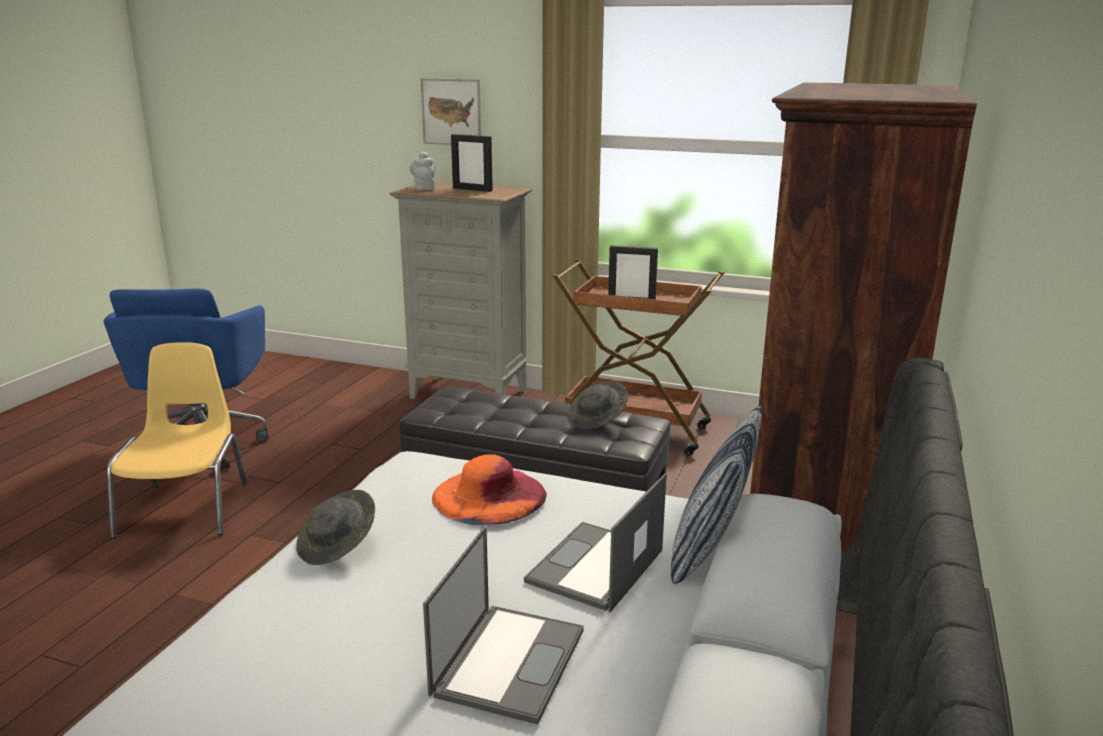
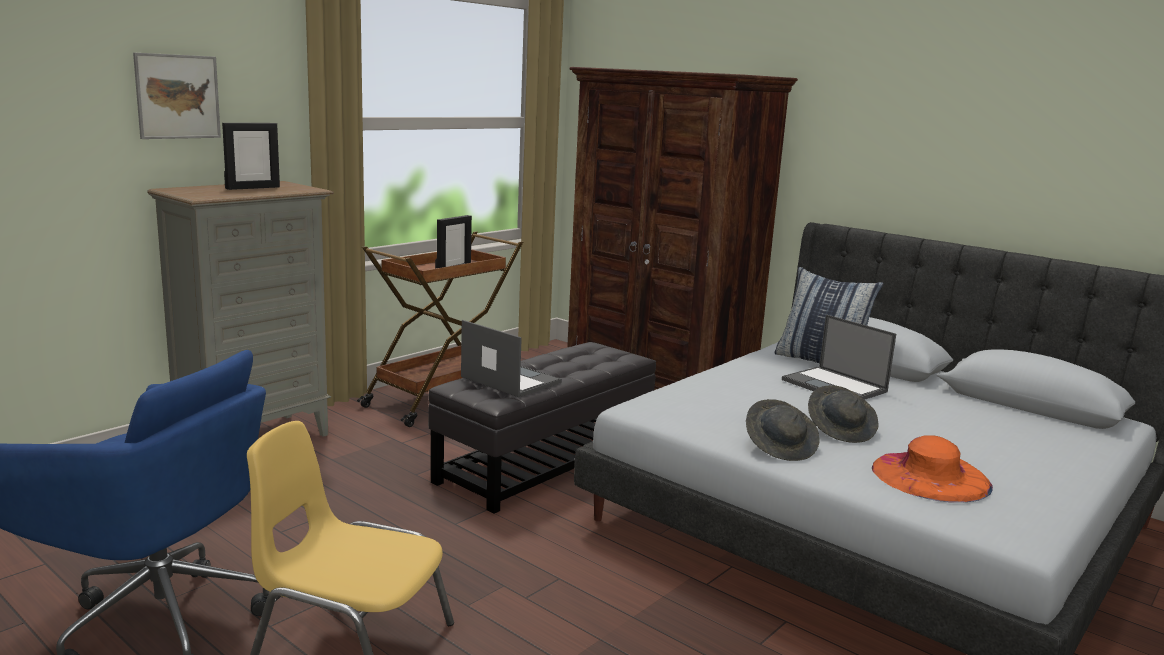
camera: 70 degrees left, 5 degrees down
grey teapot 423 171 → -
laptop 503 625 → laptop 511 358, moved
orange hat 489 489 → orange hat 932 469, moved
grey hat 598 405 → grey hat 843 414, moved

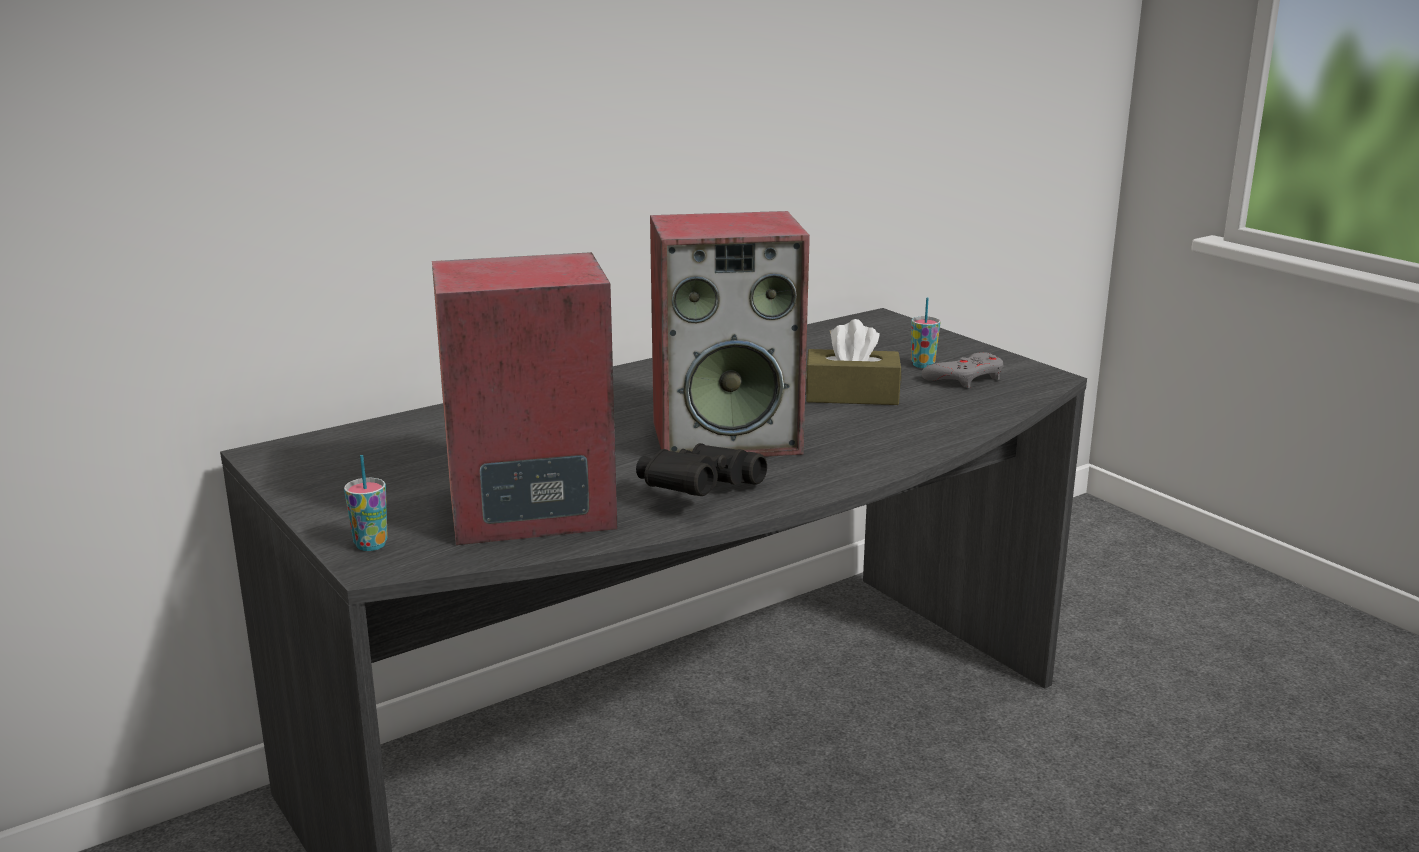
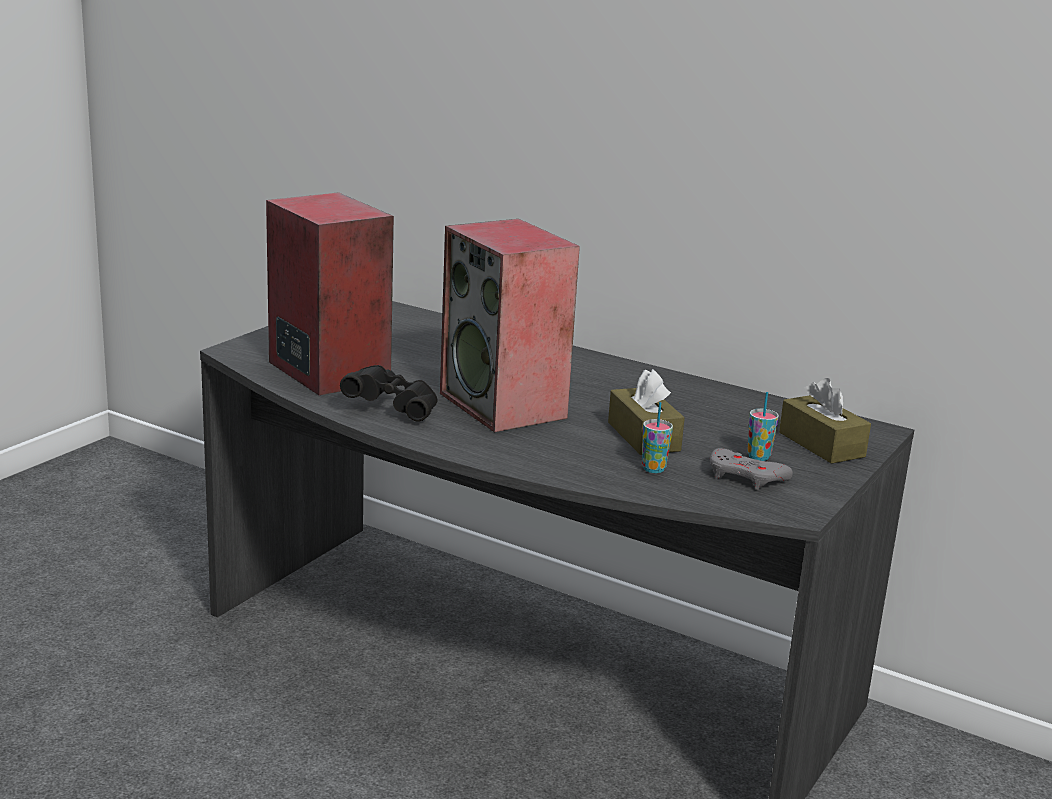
camera: 65 degrees right, 0 degrees up
- → brown tissue box 825 421
cup 366 503 → cup 657 437, moved

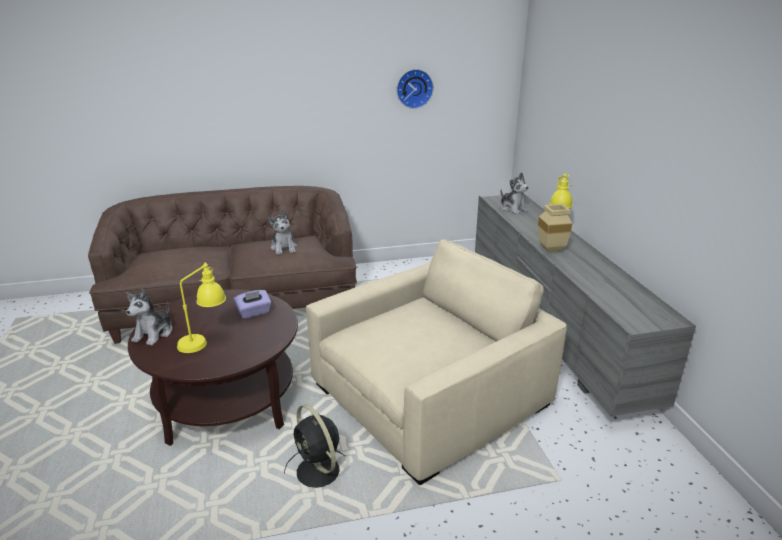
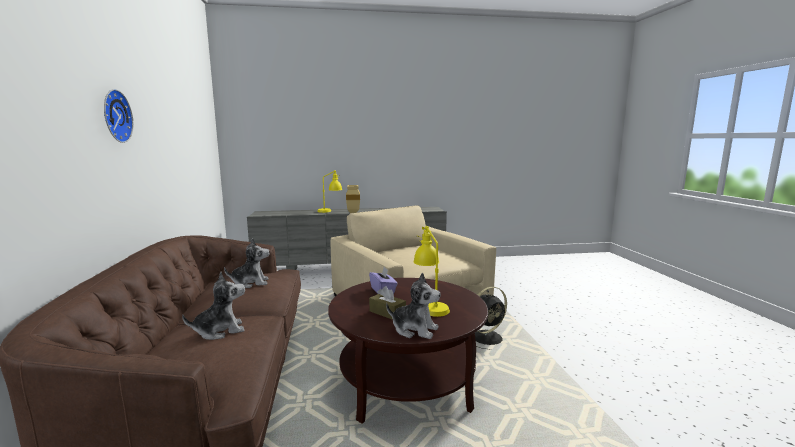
camera: 85 degrees left, 15 degrees down
- → brown tissue box 387 303
wall clock 415 89 → wall clock 118 116, moved
plush toy 515 193 → plush toy 213 306, moved

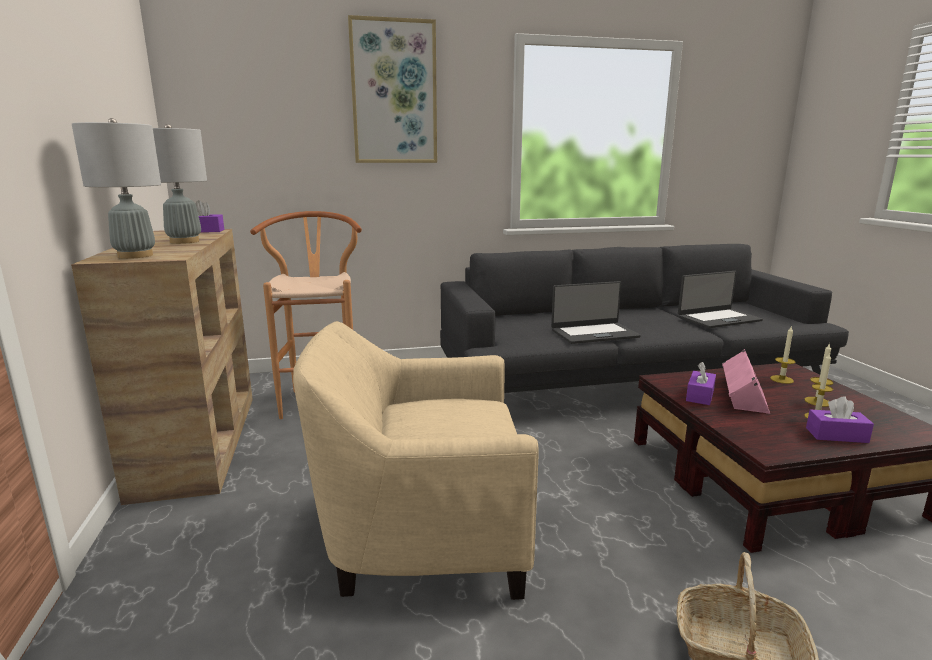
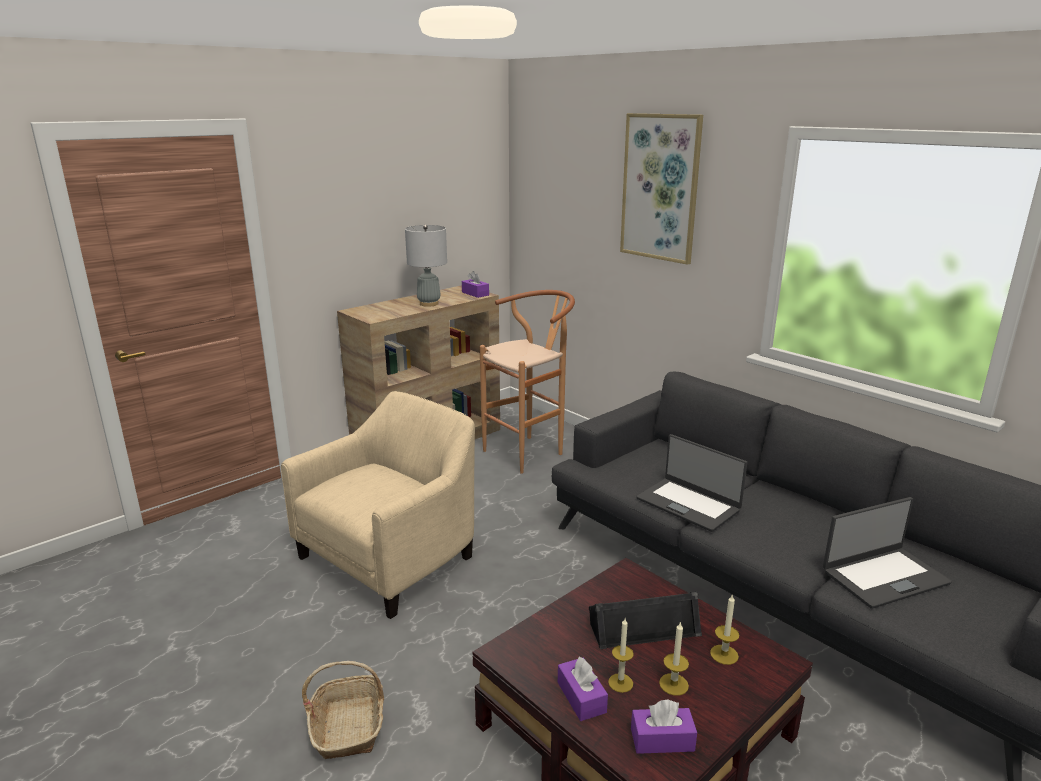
camera: 60 degrees right, 5 degrees up
grey table lamp 116 188 → -
purple tissue box 701 383 → purple tissue box 664 727, moved
pink speaker 746 381 → black speaker 645 620
beige armchair 416 460 → beige armchair 378 505, 75 degrees clockwise
laptop 720 299 → laptop 887 553, 60 degrees counterclockwise

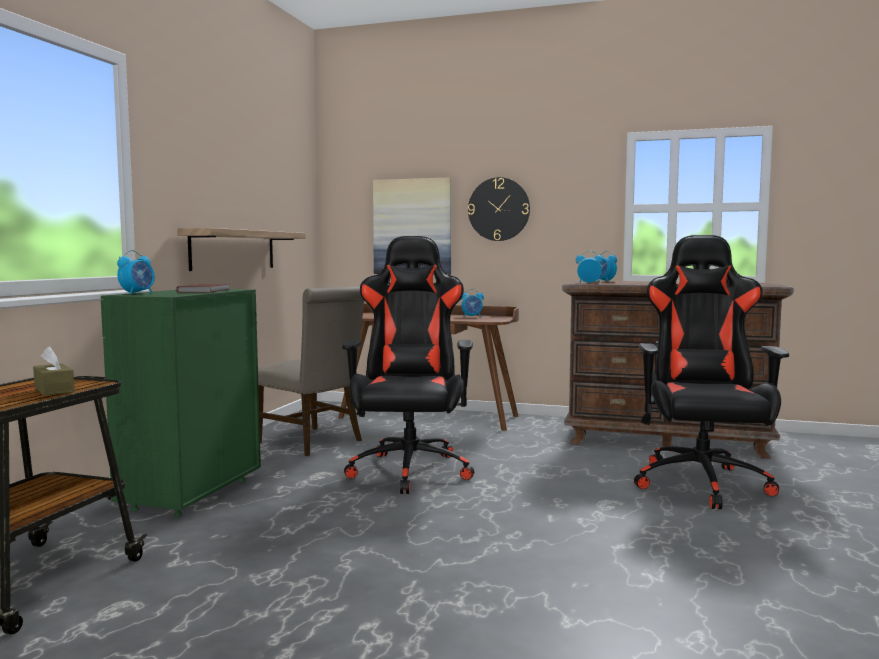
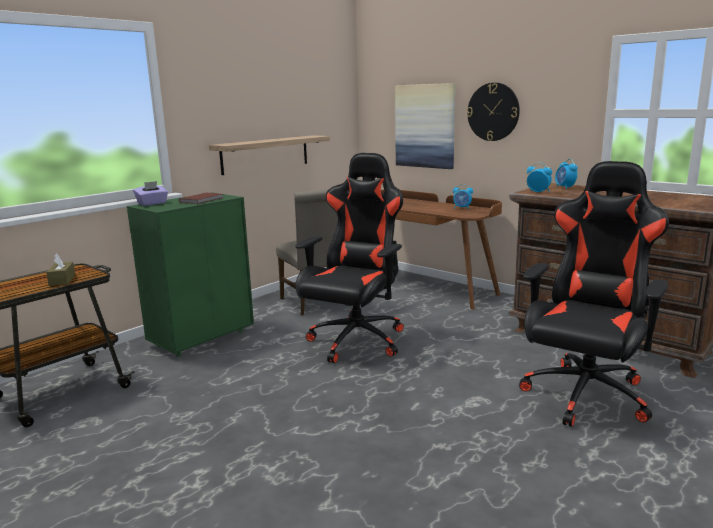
camera: 25 degrees right, 10 degrees up
alarm clock 136 272 → purple tissue box 150 193

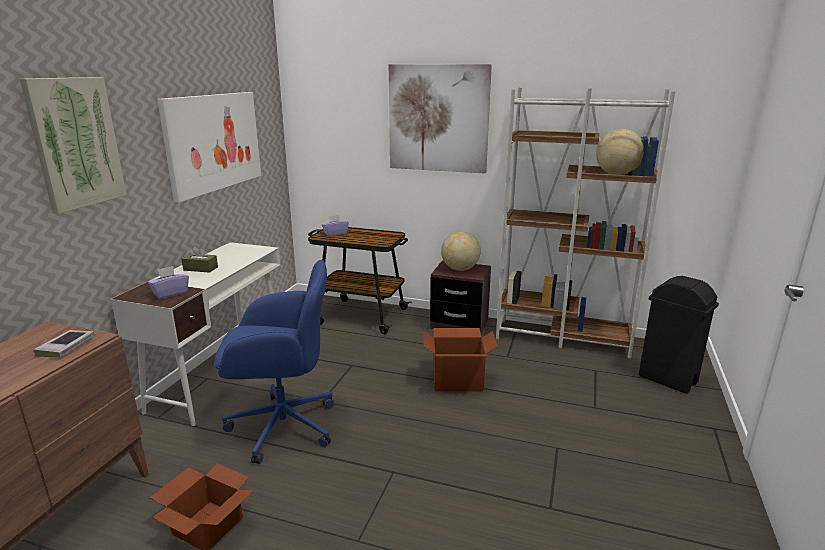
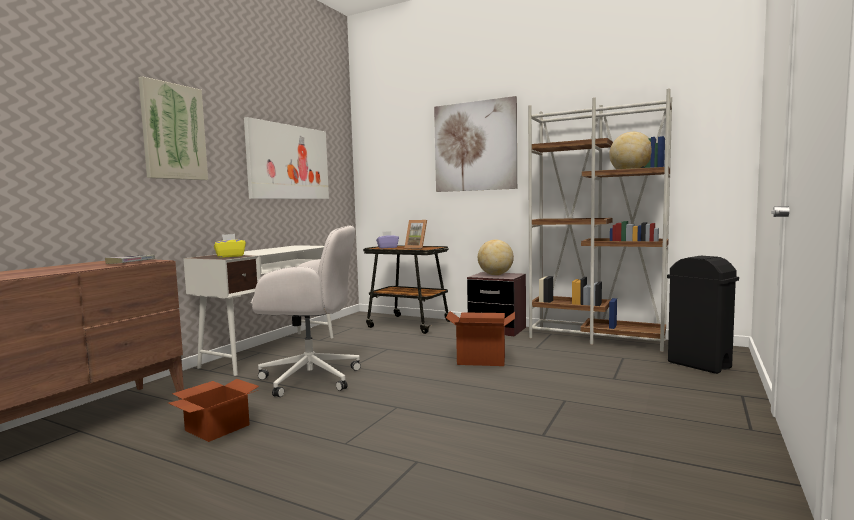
camera: 10 degrees right, 15 degrees down
brown tissue box 199 259 → -
- → picture frame 415 234
purple tissue box 168 282 → yellow tissue box 230 246
blue office chair 274 362 → white office chair 306 311

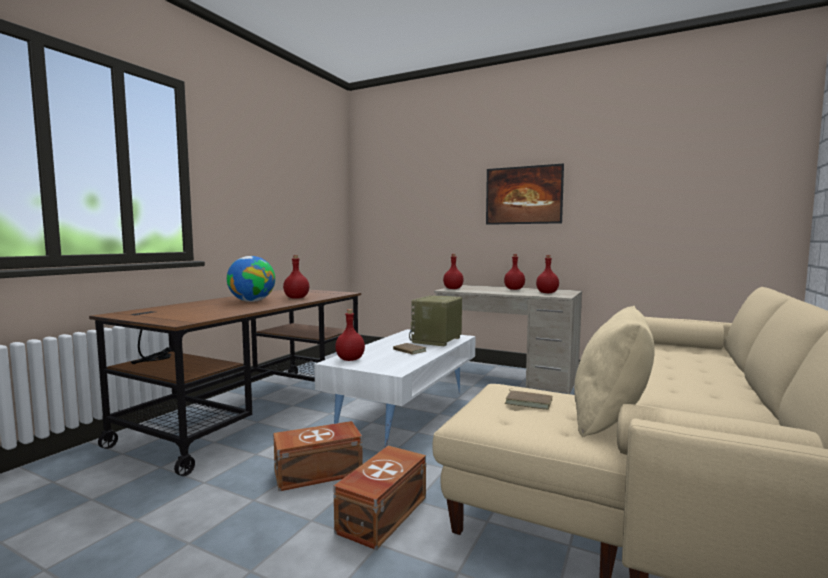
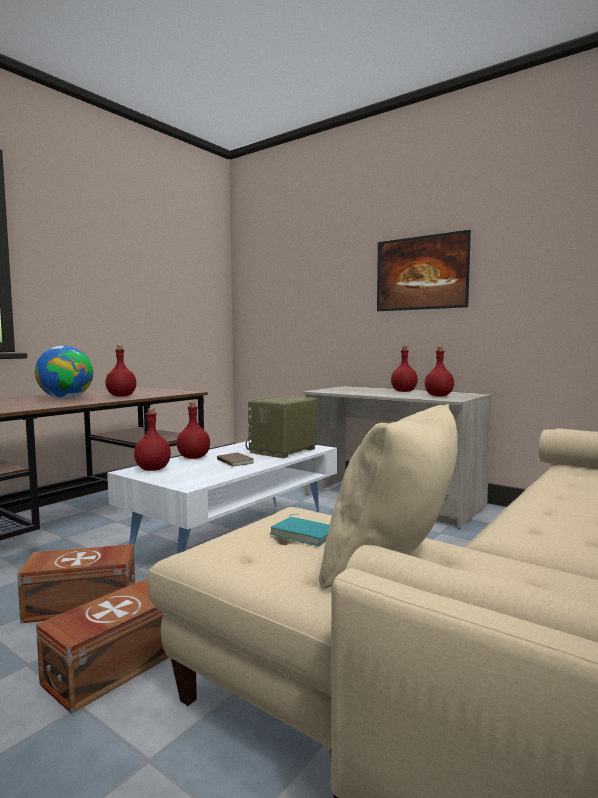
camera: 10 degrees right, 0 degrees up
red bottle 453 271 → red bottle 193 430, moved
brown book 528 399 → turquoise book 299 530

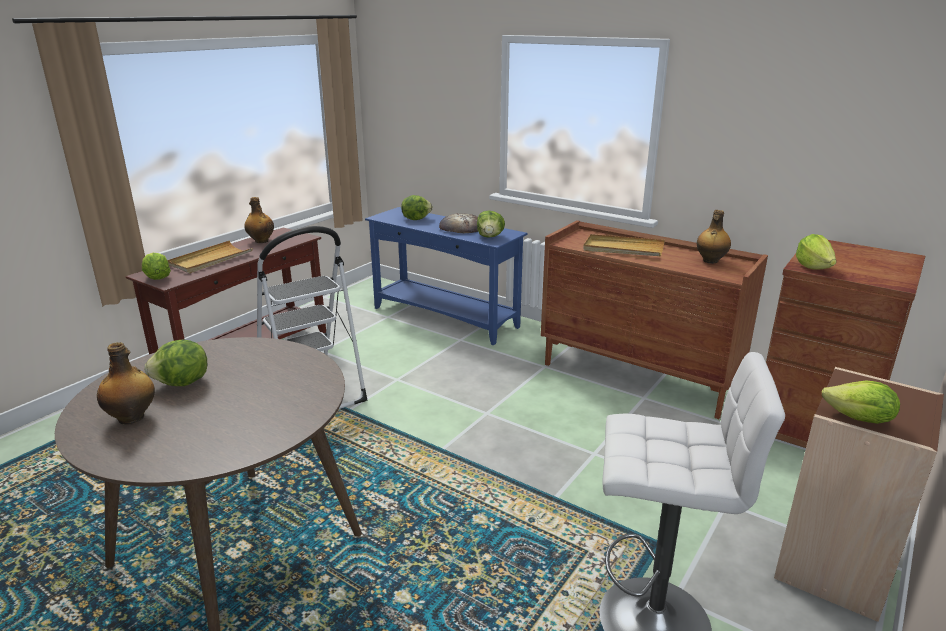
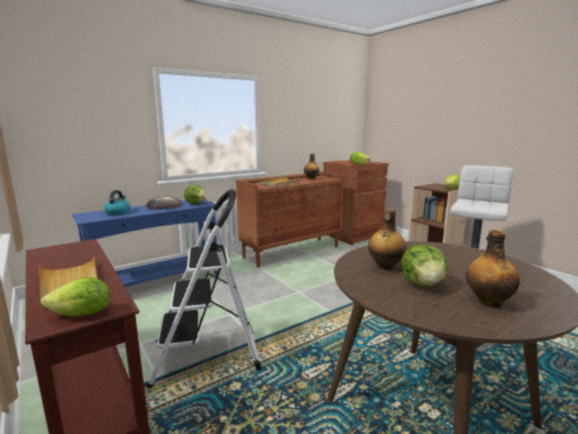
camera: 70 degrees left, 10 degrees down
bottle 259 220 → bottle 387 239, moved
lettuce 417 207 → kettle 117 202

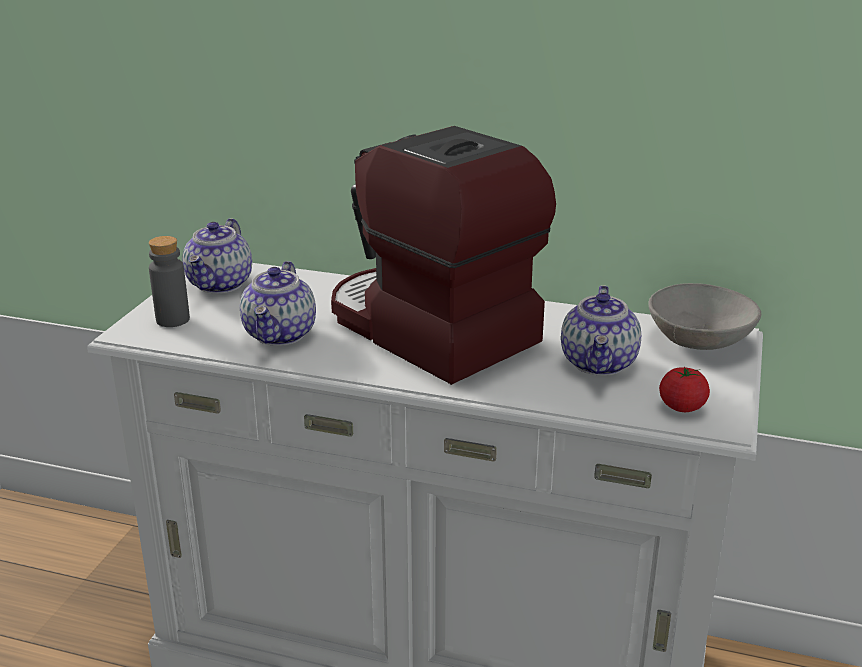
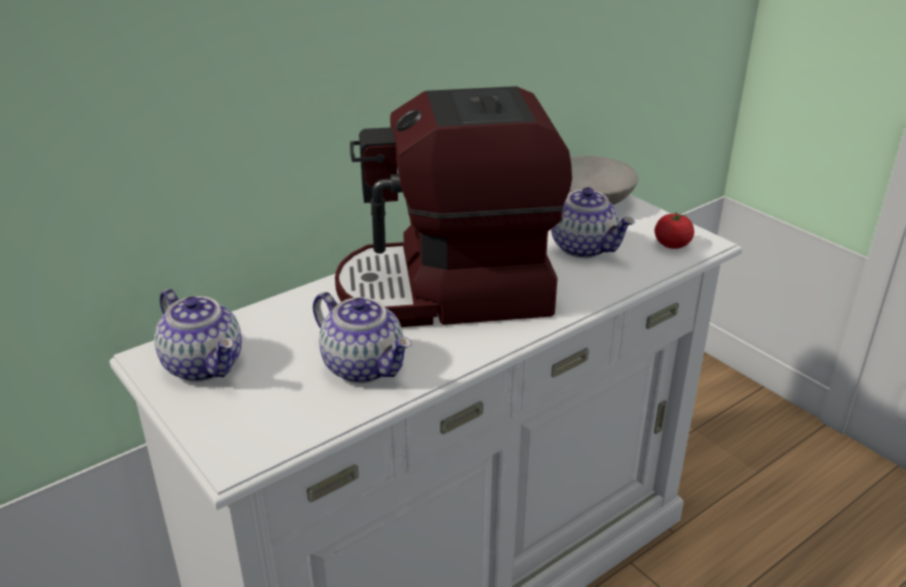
camera: 55 degrees left, 5 degrees up
grey bottle 169 281 → -

